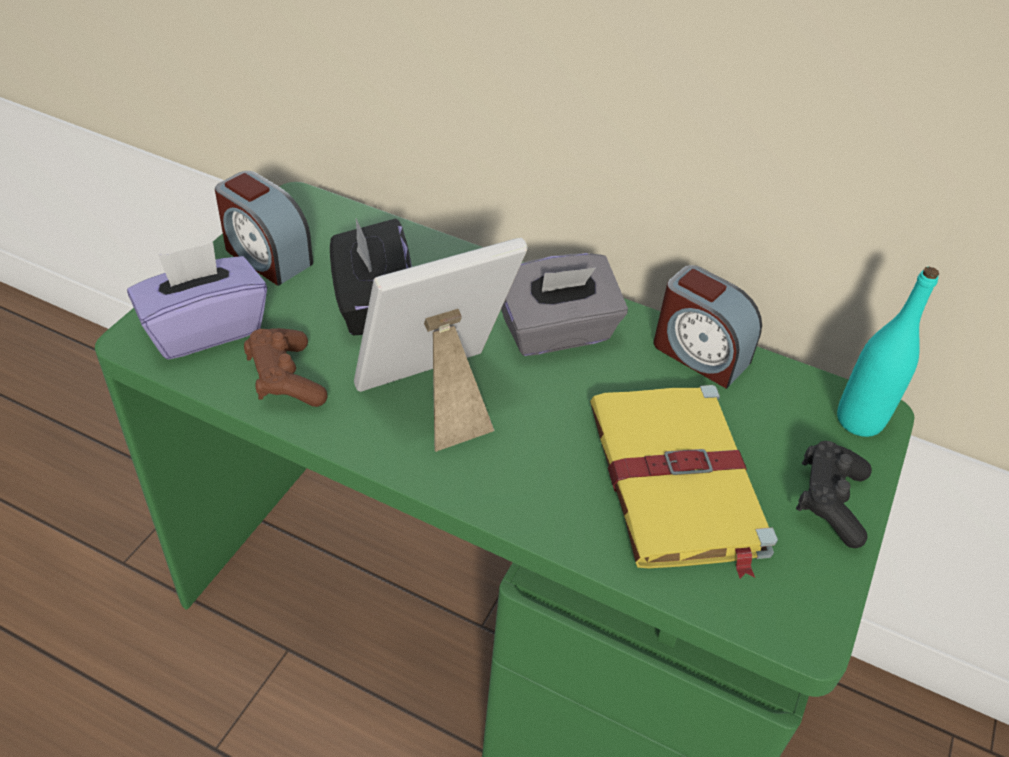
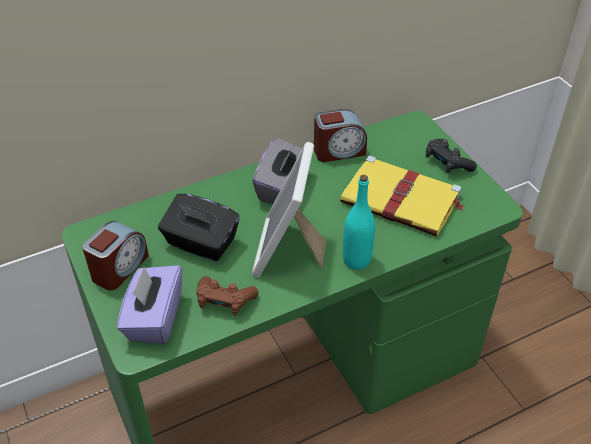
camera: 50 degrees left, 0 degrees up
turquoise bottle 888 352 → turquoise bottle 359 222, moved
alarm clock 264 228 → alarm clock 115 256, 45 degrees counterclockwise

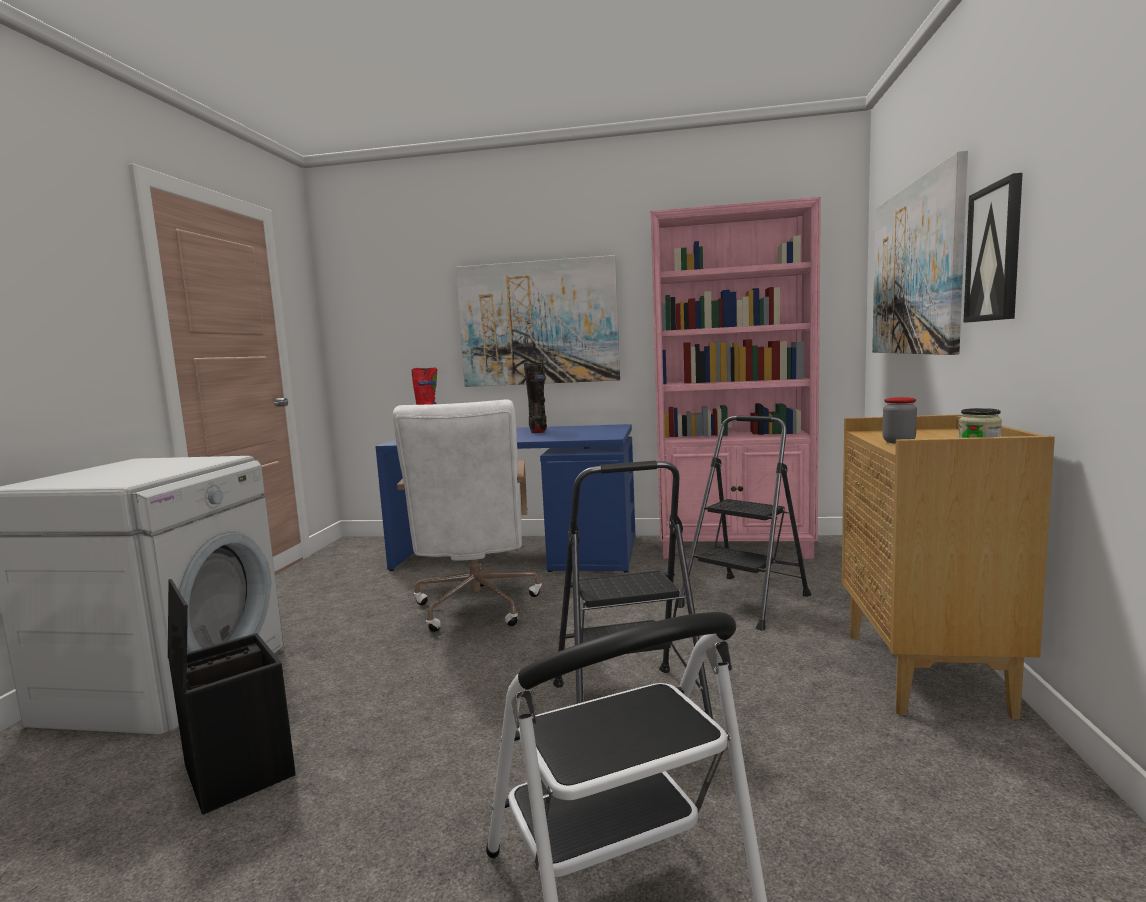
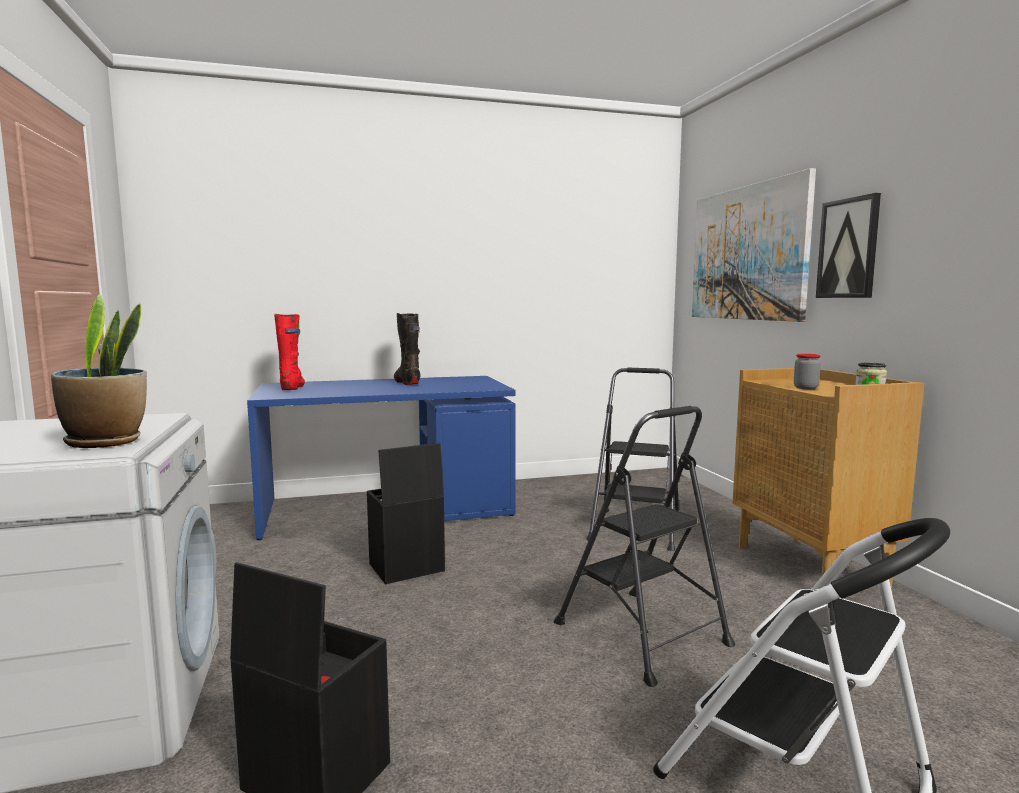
camera: 25 degrees left, 0 degrees up
picture 538 321 → -
pink bookcase 736 378 → -
- → potted plant 99 371
white office chair 467 516 → black storage box 406 513

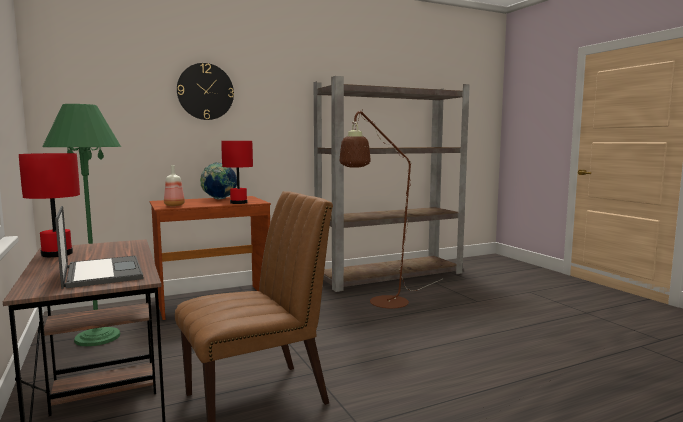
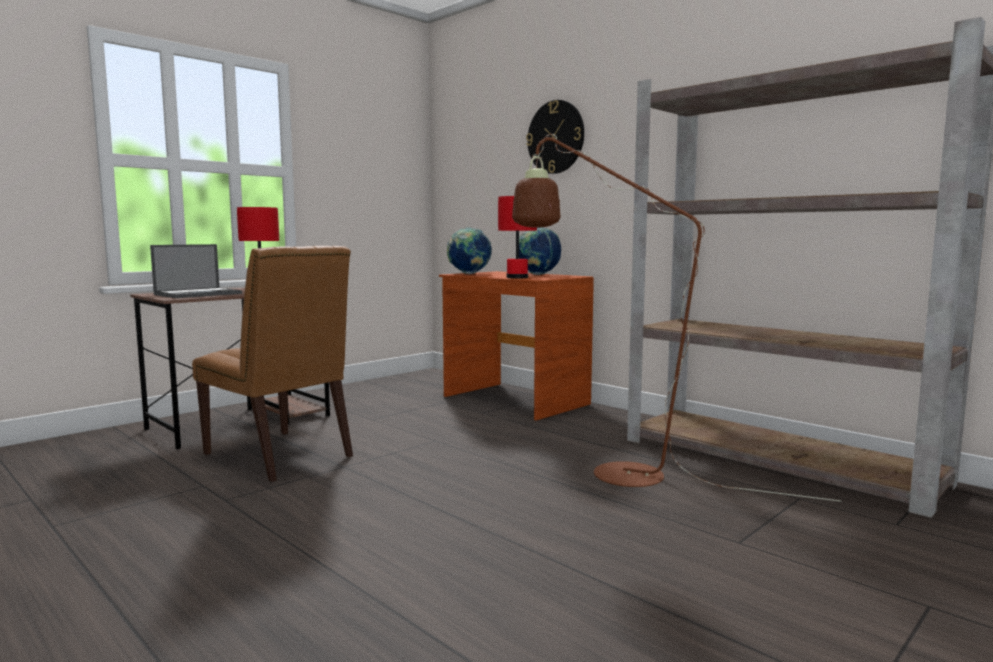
camera: 70 degrees right, 0 degrees up
green floor lamp 81 225 → -
bottle 174 185 → globe 469 250

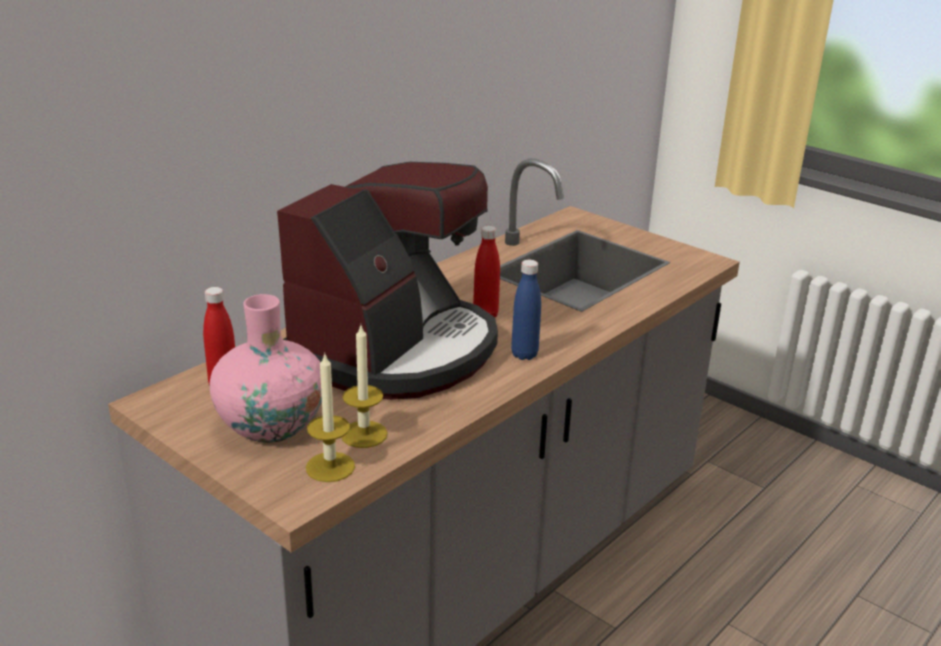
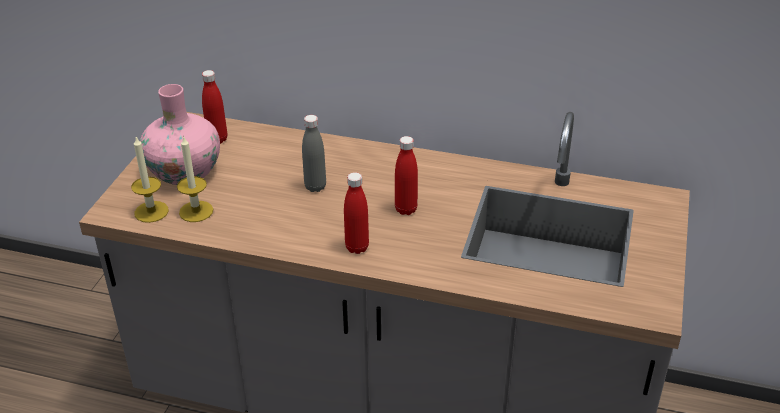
camera: 65 degrees right, 10 degrees up
coffee machine 387 281 → grey bottle 314 153
blue bottle 526 310 → red bottle 356 213

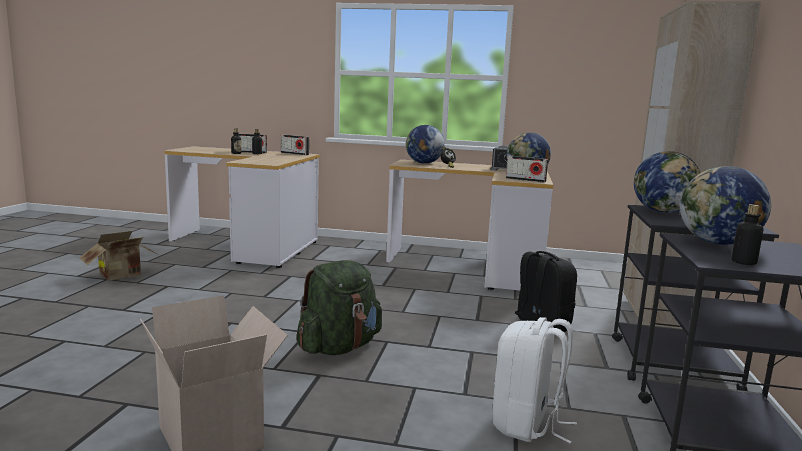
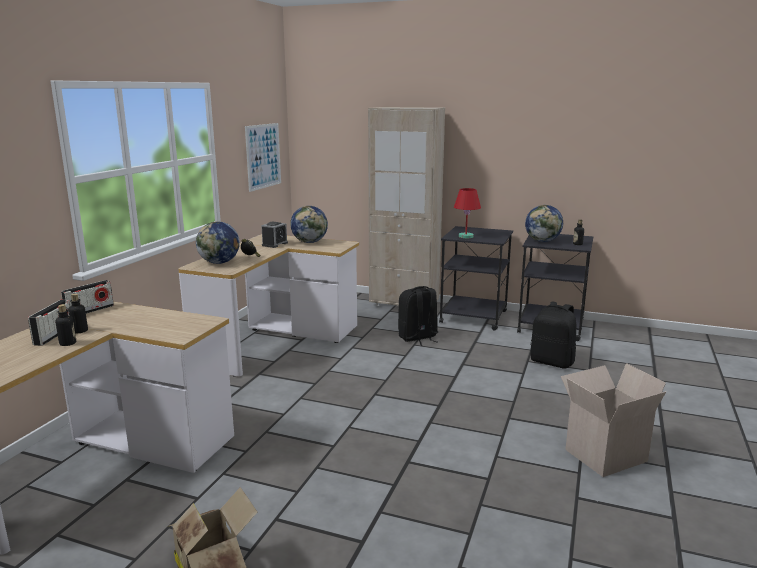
camera: 80 degrees left, 5 degrees up
green backpack 339 307 → -
radio 527 169 → -
- → picture 263 157
globe 667 182 → red table lamp 467 213
white backpack 534 380 → black backpack 553 335

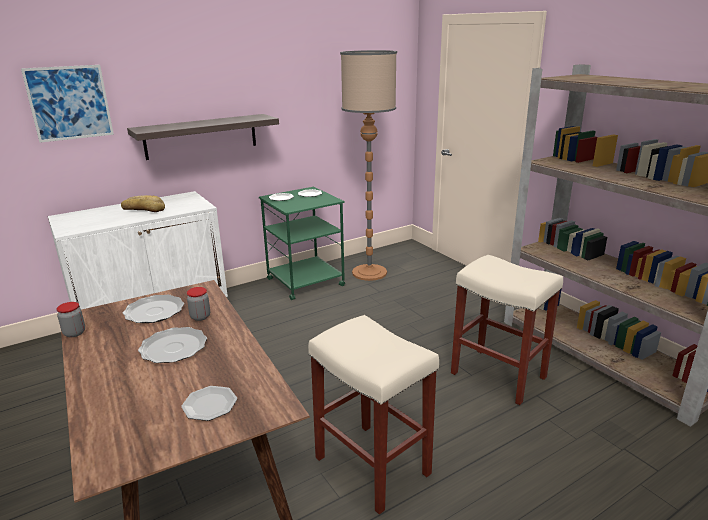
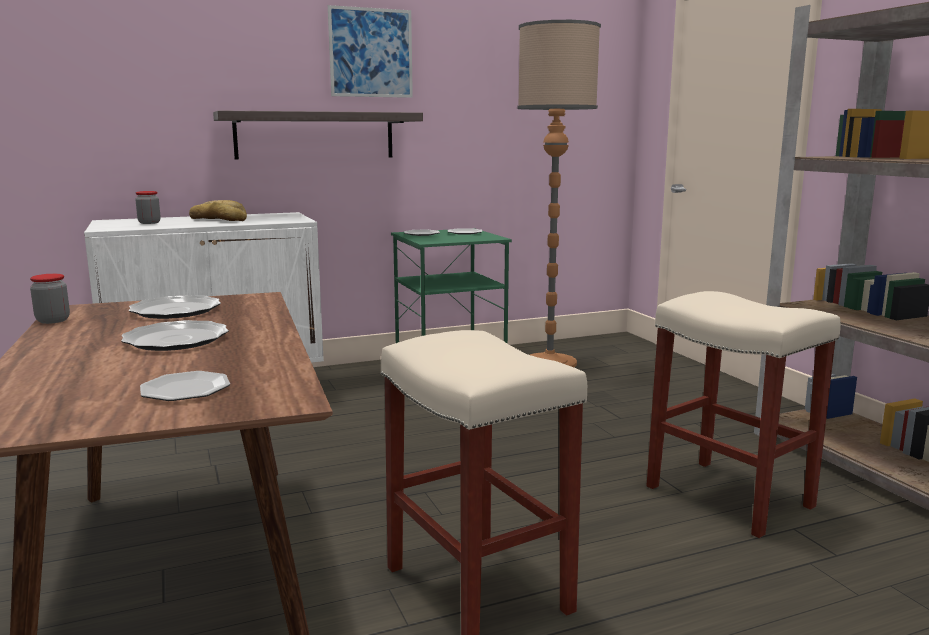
camera: 10 degrees right, 10 degrees down
picture 67 104 → picture 370 51, moved
jar 198 304 → jar 148 207, moved

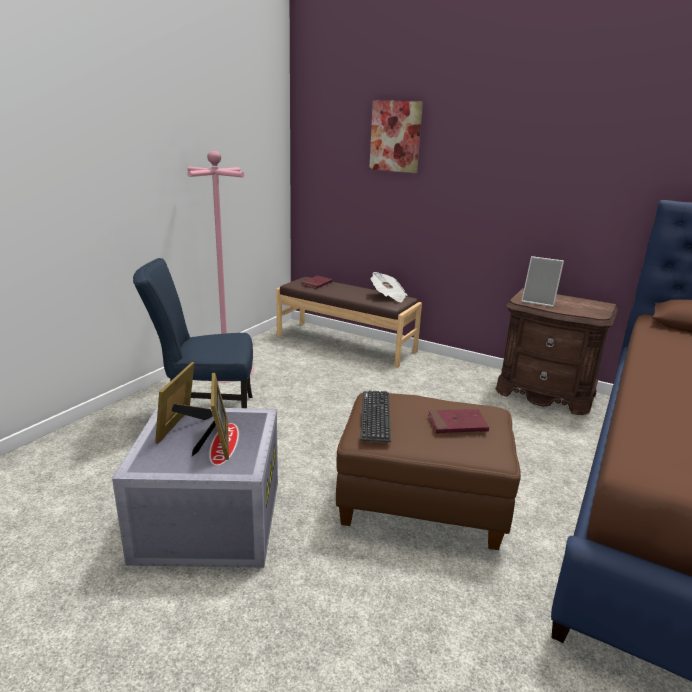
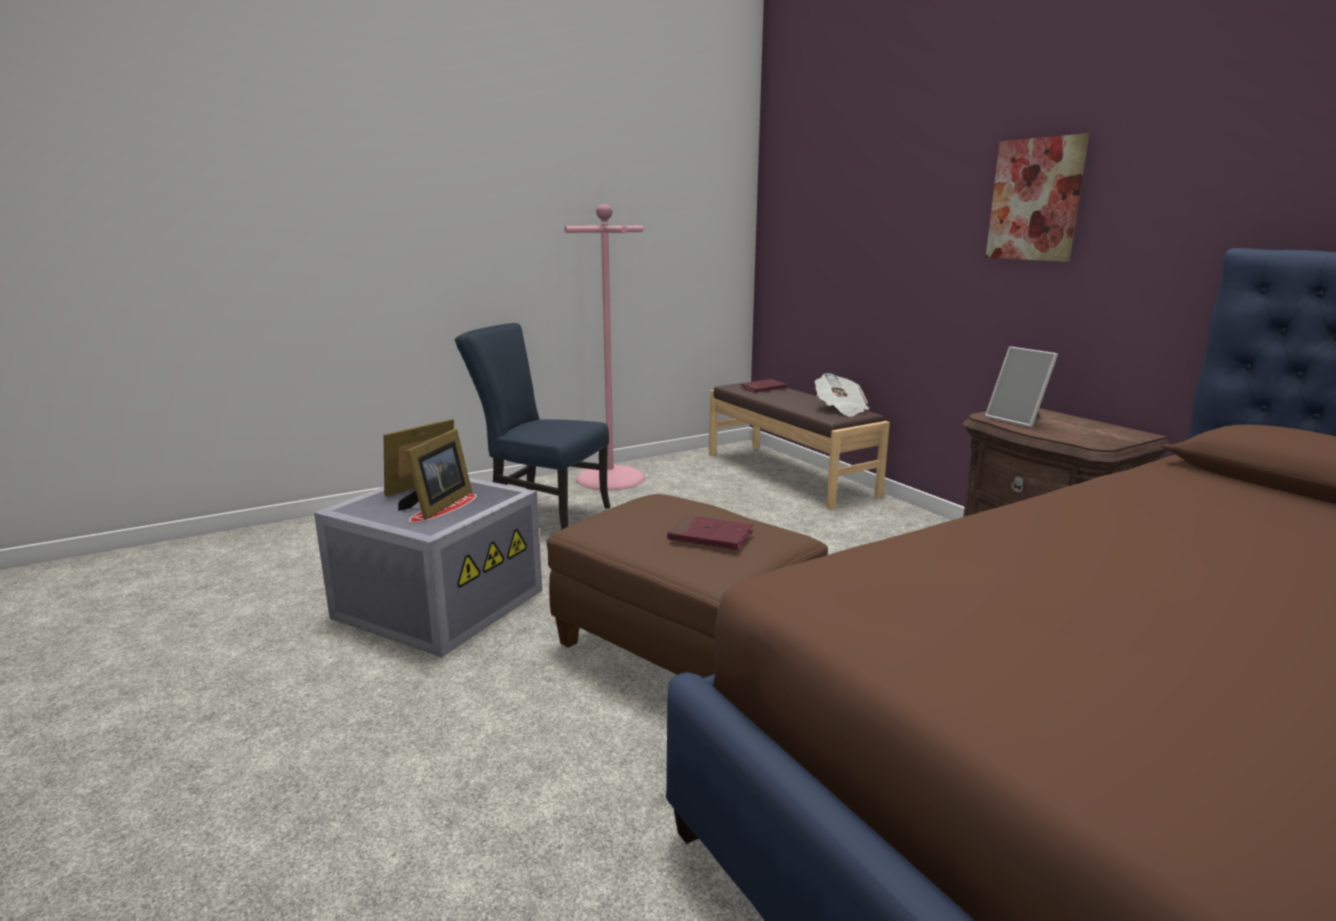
camera: 30 degrees right, 5 degrees down
keyboard 375 416 → -
picture 396 137 → picture 1037 198, moved

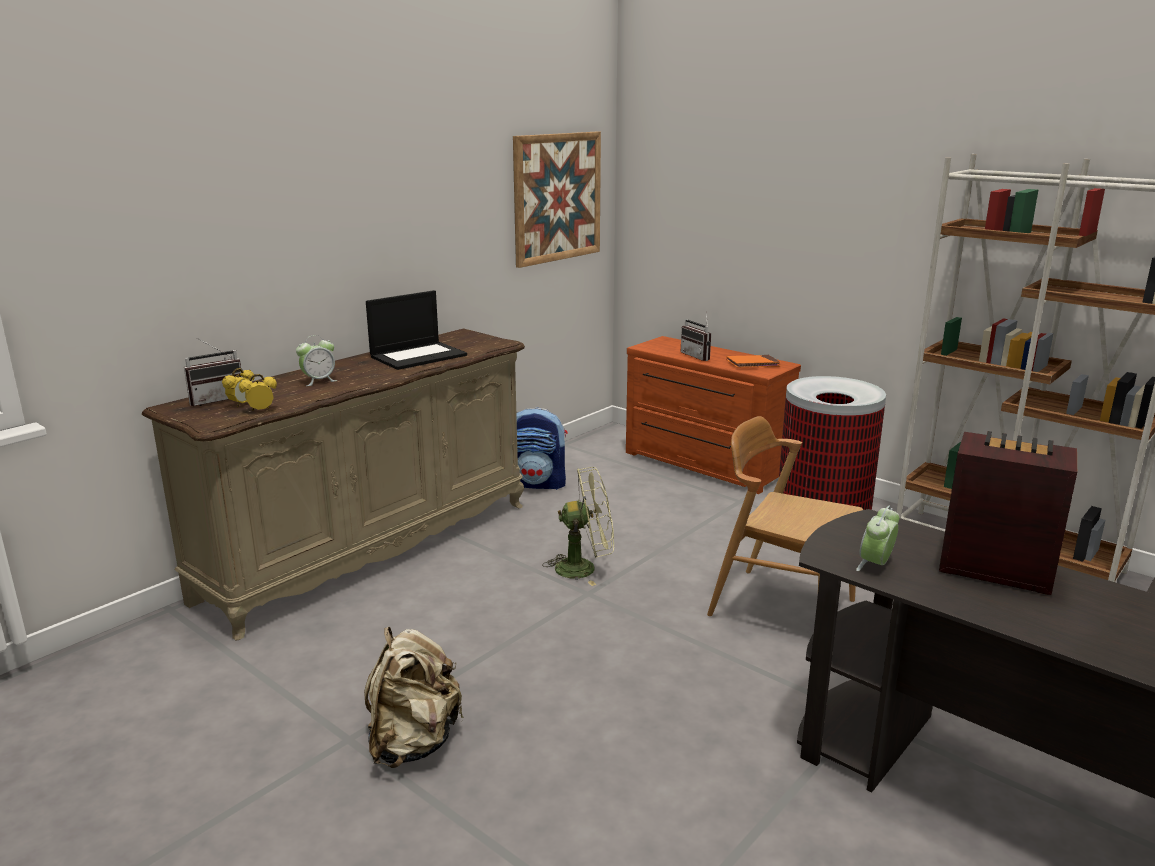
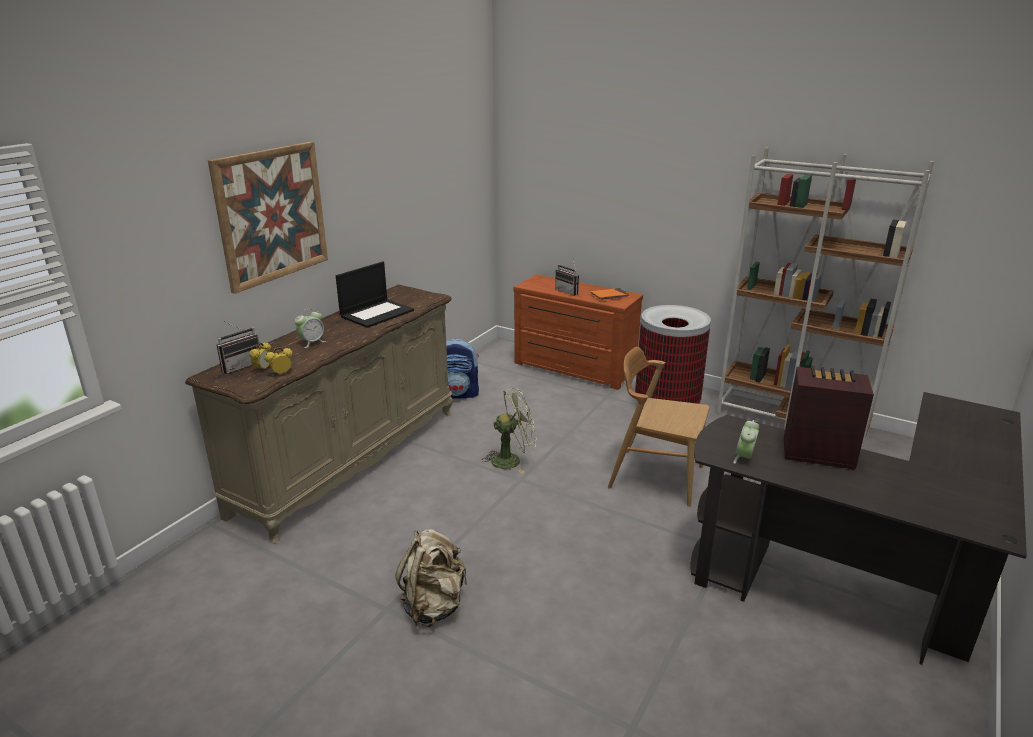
camera: 10 degrees left, 5 degrees up
picture 557 200 → picture 268 218, moved

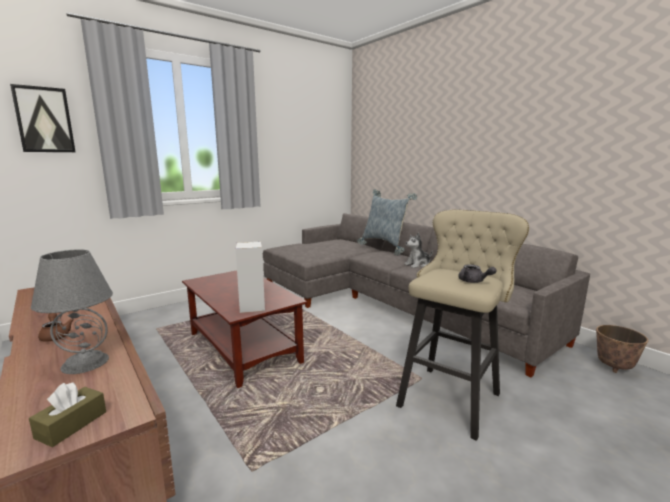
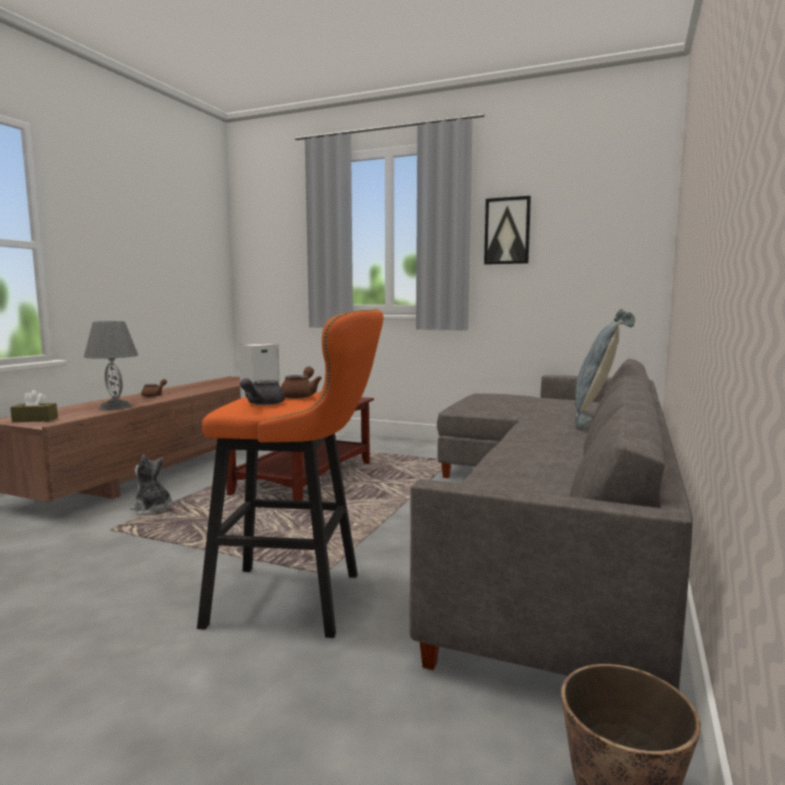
camera: 60 degrees right, 5 degrees down
- → brown teapot 301 383
picture 42 118 → picture 507 230, moved
plush toy 418 250 → plush toy 151 485, moved
beige stool 462 325 → orange stool 290 473

